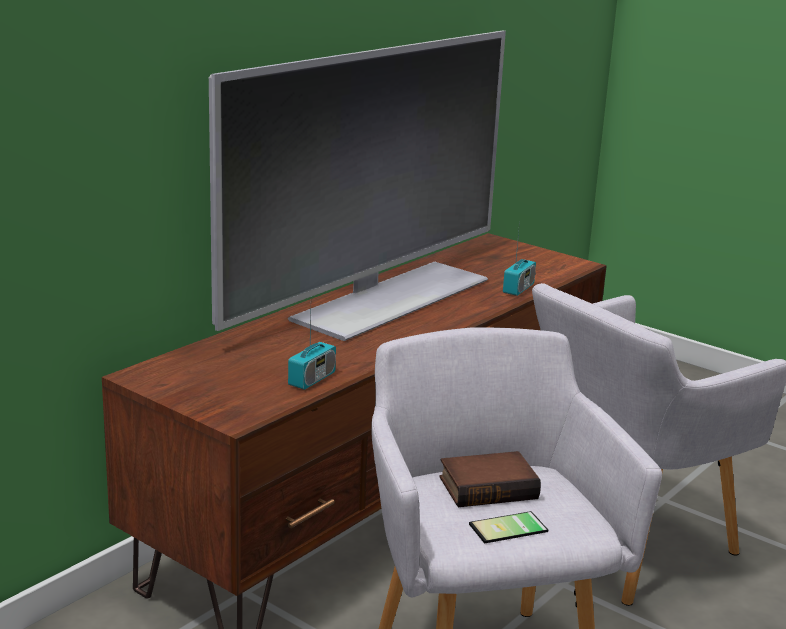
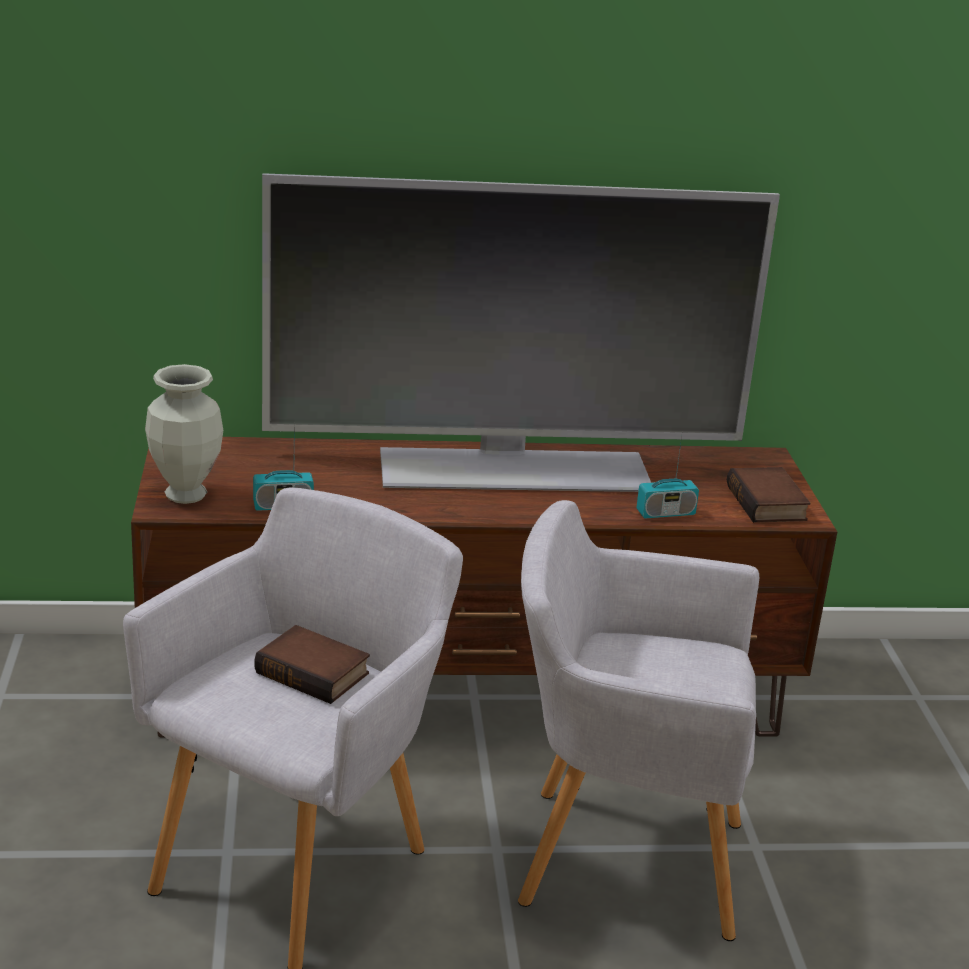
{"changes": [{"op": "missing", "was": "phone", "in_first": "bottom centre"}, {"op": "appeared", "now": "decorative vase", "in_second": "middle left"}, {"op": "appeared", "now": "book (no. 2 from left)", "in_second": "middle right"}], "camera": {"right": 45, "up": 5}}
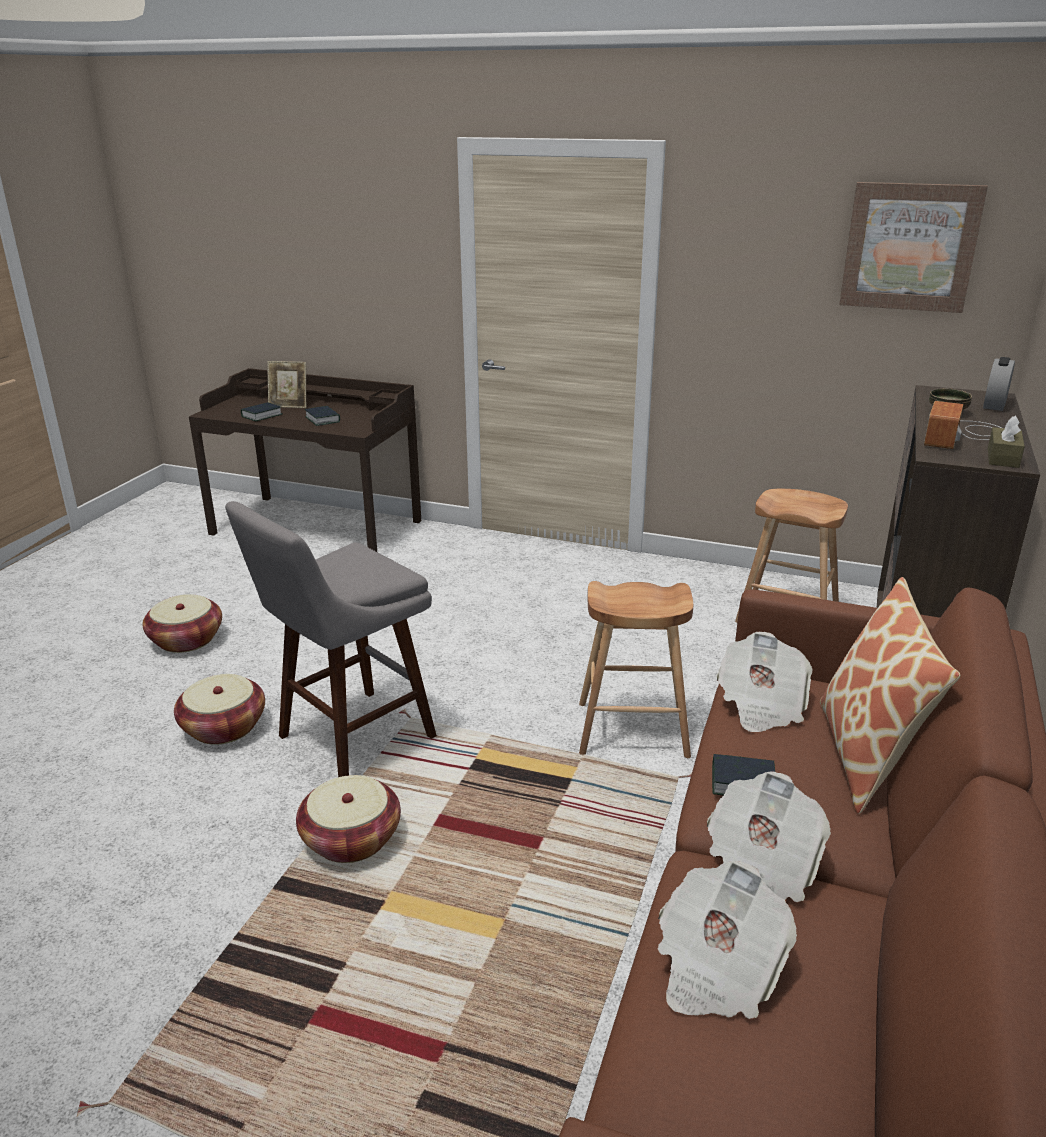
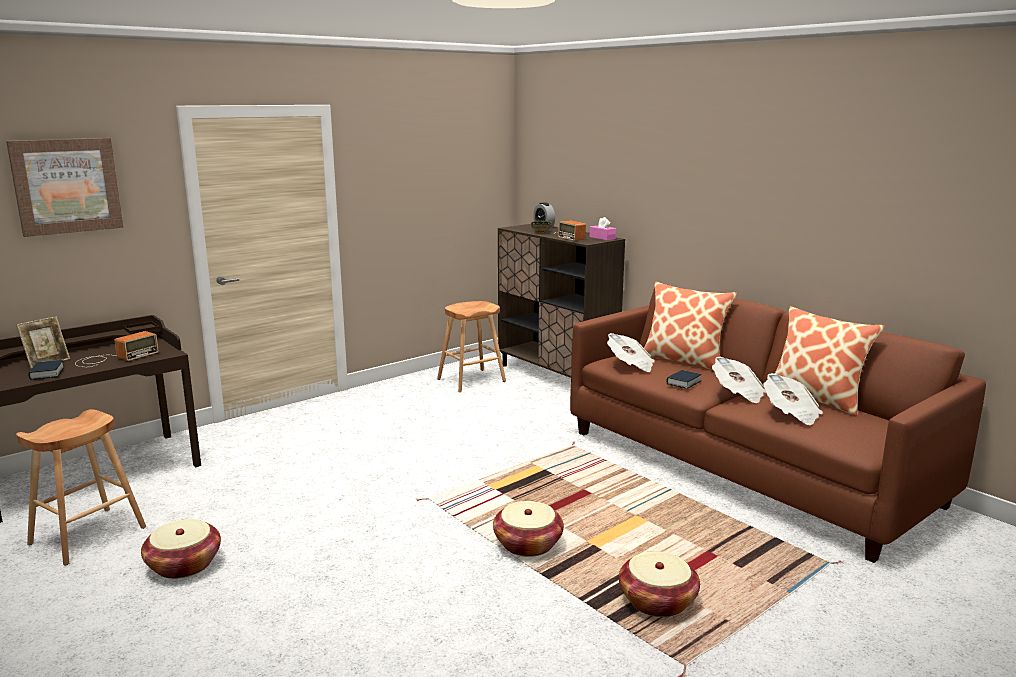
{"changes": [{"op": "missing", "was": "sitting stool (gray)", "in_first": "middle left"}, {"op": "appeared", "now": "cushion (no. 2 from left)", "in_second": "middle right"}, {"op": "relocated", "was": "storage basket (no. 2 from left in the first image)", "now": "storage basket (no. 3 from left)", "in_first": "middle left", "in_second": "bottom centre"}, {"op": "relocated", "was": "sitting stool (brown) (no. 1 from left)", "in_first": "centre", "in_second": "bottom left"}, {"op": "relocated", "was": "wall art", "in_first": "top right", "in_second": "top left"}, {"op": "exchanged", "was": "book (no. 2 from left)", "now": "radio set (no. 1 from left)", "in_first": "middle left", "in_second": "middle left"}, {"op": "colour", "was": "tissue holder (brown)", "now": "tissue holder (pink)", "in_first": "middle right", "in_second": "centre"}], "camera": {"right": -60, "up": -10}}
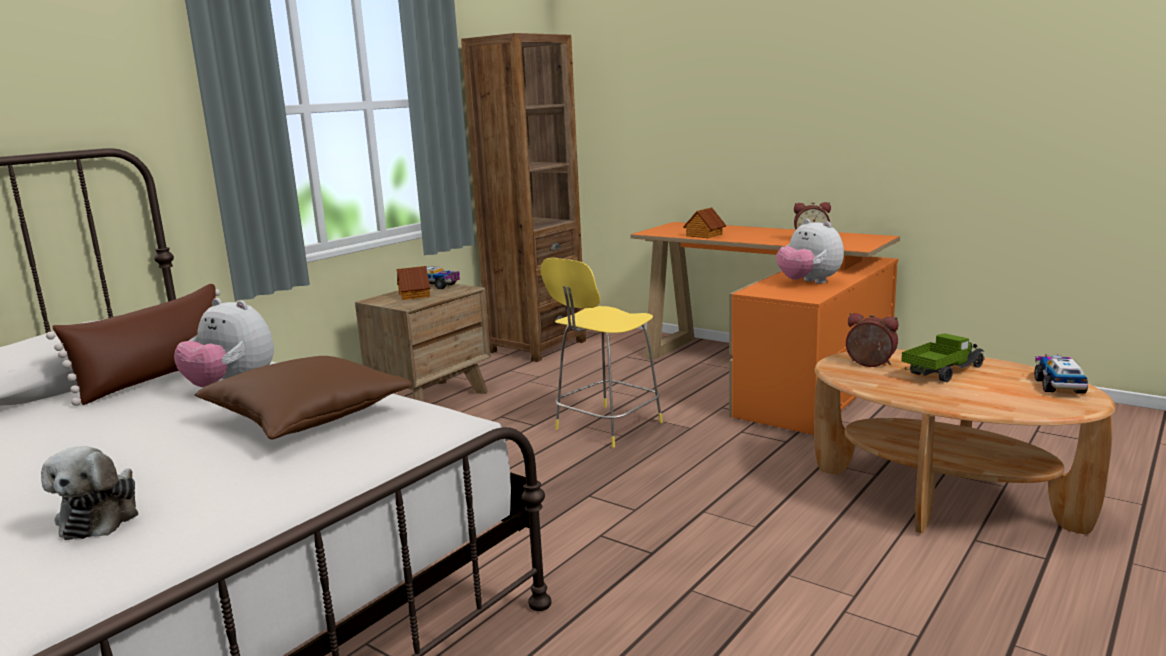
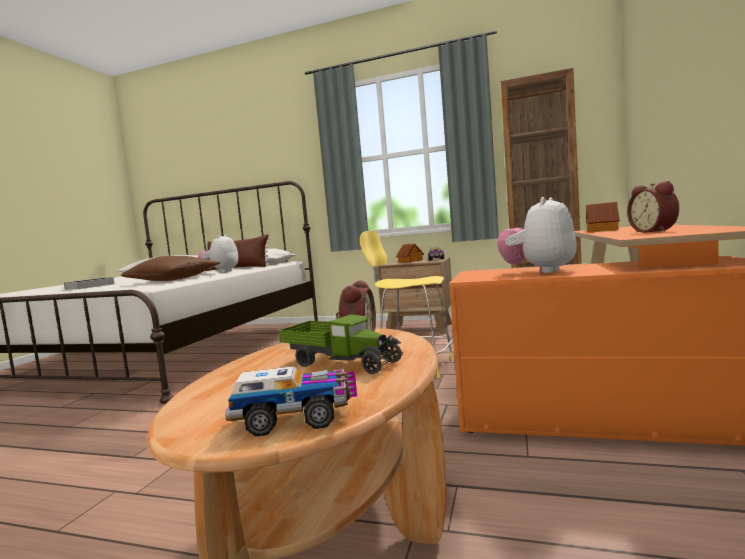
{"changes": [{"op": "exchanged", "was": "cuddly toy (no. 1 from left)", "now": "book", "in_first": "bottom left", "in_second": "middle left"}], "camera": {"right": 70, "up": -10}}
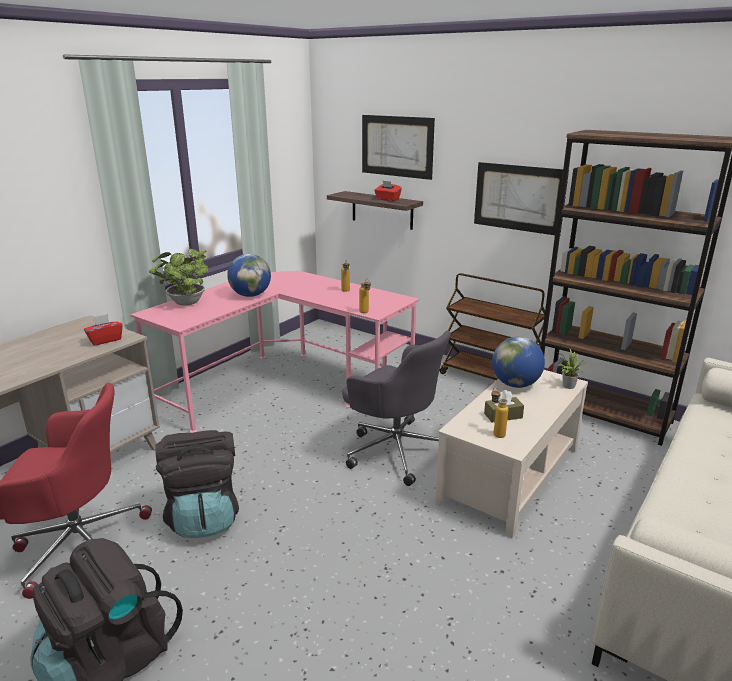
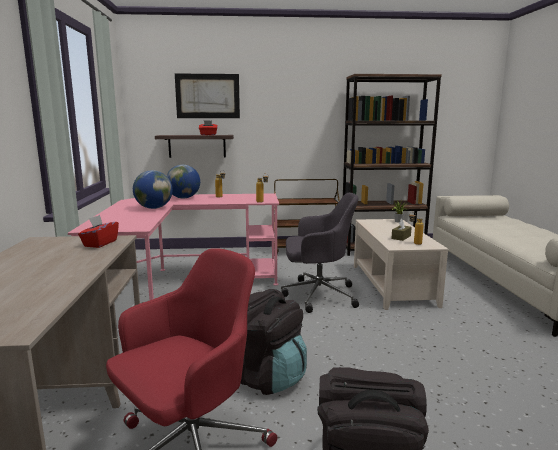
{"changes": [{"op": "missing", "was": "houseplant (no. 1 from left)", "in_first": "middle left"}, {"op": "missing", "was": "wall art (no. 2 from left)", "in_first": "top right"}, {"op": "relocated", "was": "globe (no. 2 from left)", "in_first": "middle right", "in_second": "middle left"}], "camera": {"right": -40, "up": -10}}
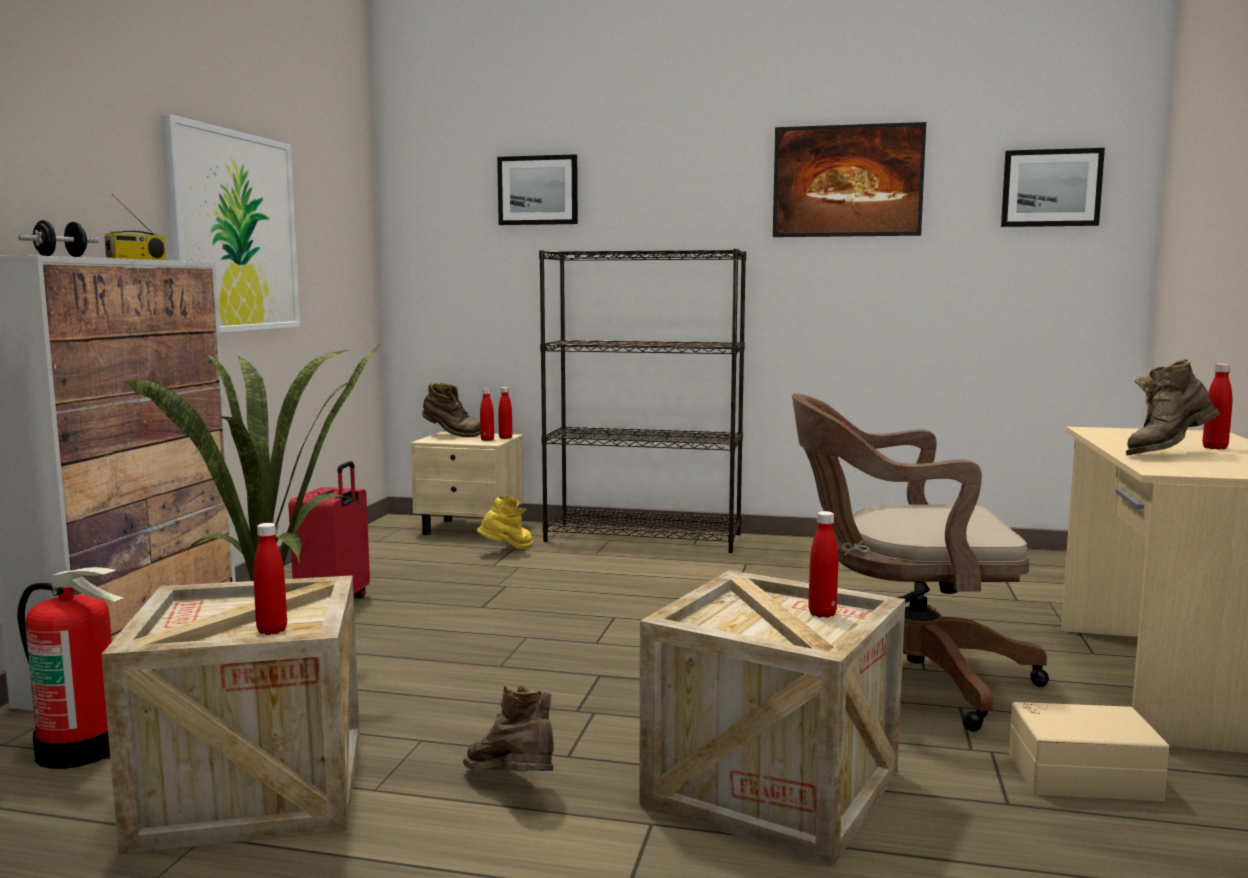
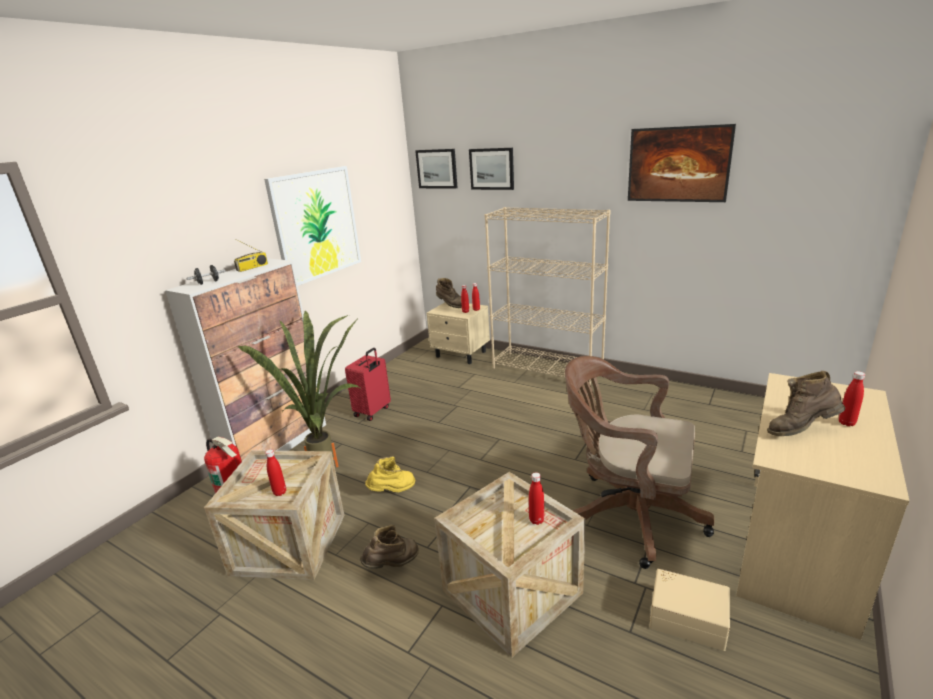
{"changes": [{"op": "relocated", "was": "high-top boot (yellow-coloured)", "in_first": "centre", "in_second": "bottom centre"}, {"op": "relocated", "was": "wall art (no. 4 from left in the first image)", "now": "wall art (no. 2 from left)", "in_first": "top right", "in_second": "top centre"}, {"op": "colour", "was": "bookcase (black-coloured)", "now": "bookcase (beige)", "in_first": "centre", "in_second": "centre"}, {"op": "spun", "was": "high-top boot (brown) (no. 2 from left in the first image)", "in_first": "bottom centre", "in_second": "bottom centre", "clockwise": 75}], "camera": {"right": 20, "up": 15}}
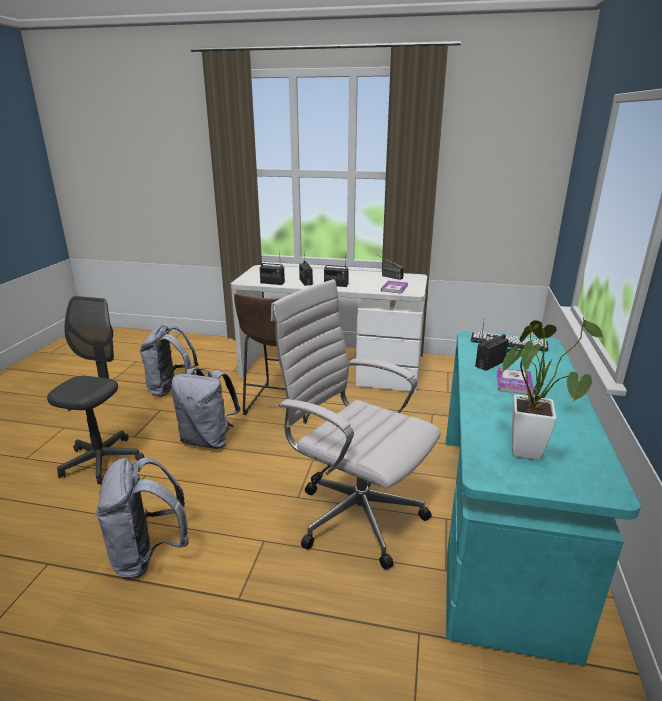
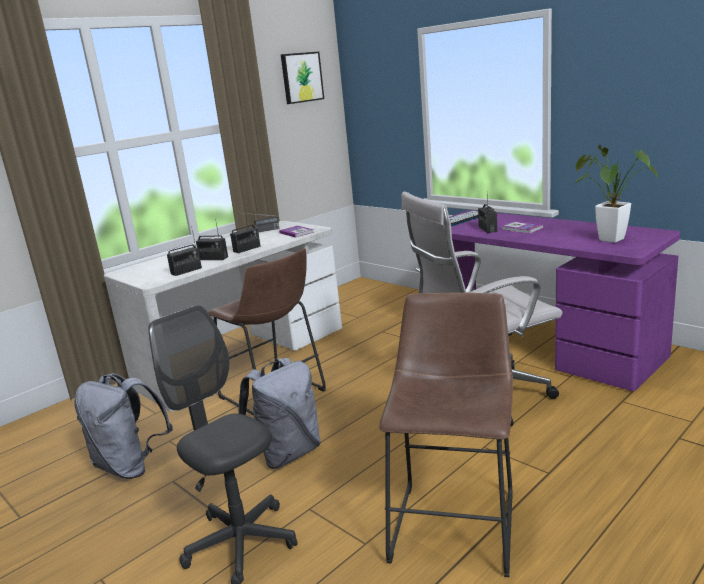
{"changes": [{"op": "appeared", "now": "wall art", "in_second": "top centre"}, {"op": "exchanged", "was": "rucksack (gray) (no. 1 from left)", "now": "sitting stool (brown) (no. 2 from left)", "in_first": "bottom left", "in_second": "bottom centre"}, {"op": "colour", "was": "desk table (turquoise-coloured)", "now": "desk table (purplish)", "in_first": "bottom right", "in_second": "middle right"}], "camera": {"right": -55, "up": -5}}
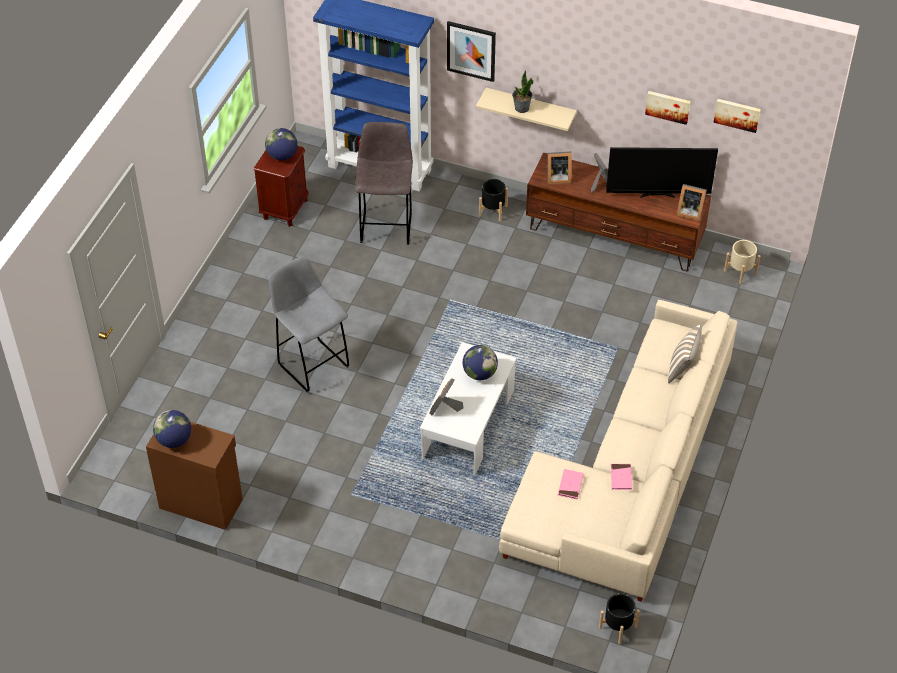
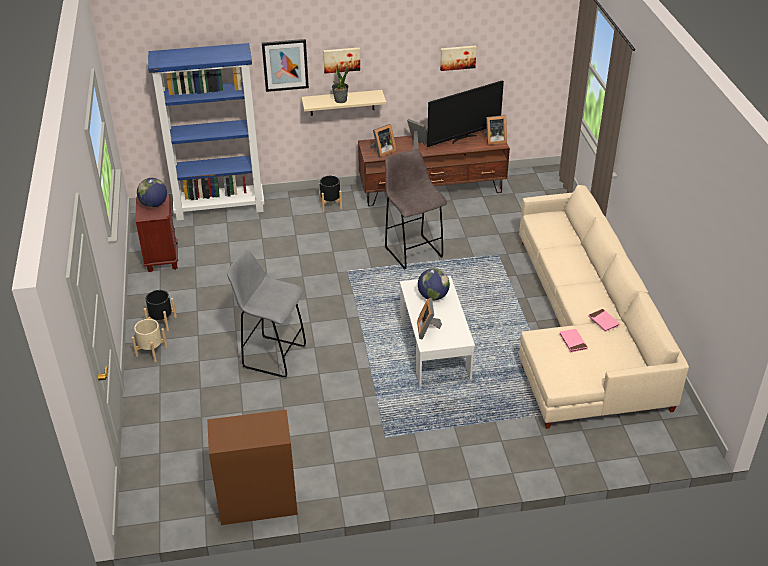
{"changes": [{"op": "missing", "was": "globe (no. 1 from left)", "in_first": "middle left"}, {"op": "missing", "was": "cushion", "in_first": "middle right"}, {"op": "relocated", "was": "sitting stool (gray) (no. 2 from left)", "in_first": "top centre", "in_second": "centre"}, {"op": "relocated", "was": "flower pot (black-coloured) (no. 2 from left in the first image)", "now": "flower pot (black-coloured) (no. 1 from left)", "in_first": "bottom right", "in_second": "middle left"}, {"op": "relocated", "was": "wall art (no. 3 from left in the first image)", "now": "wall art (no. 2 from left)", "in_first": "top right", "in_second": "top centre"}, {"op": "relocated", "was": "flower pot (beige)", "in_first": "middle right", "in_second": "middle left"}], "camera": {"right": -30, "up": -10}}
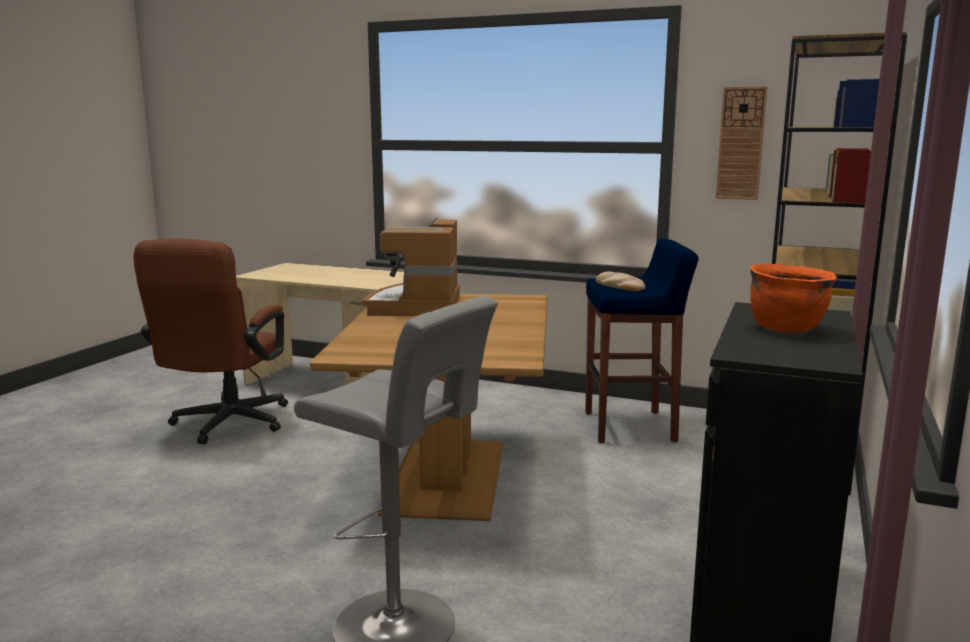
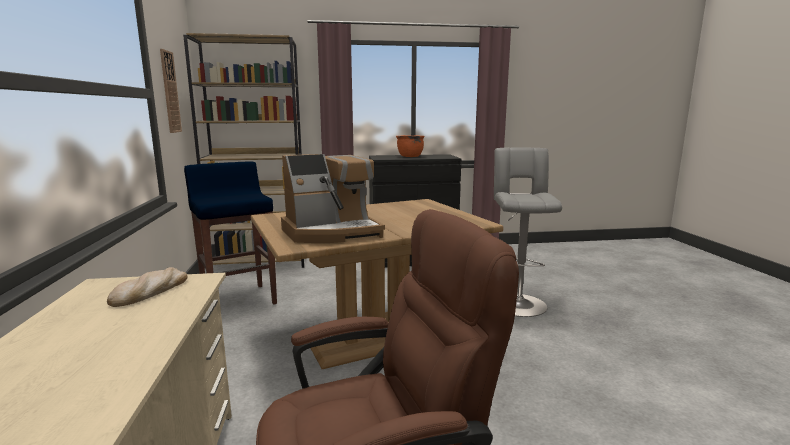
{"changes": [{"op": "relocated", "was": "baked bread", "in_first": "centre", "in_second": "middle left"}], "camera": {"right": -120, "up": 0}}
